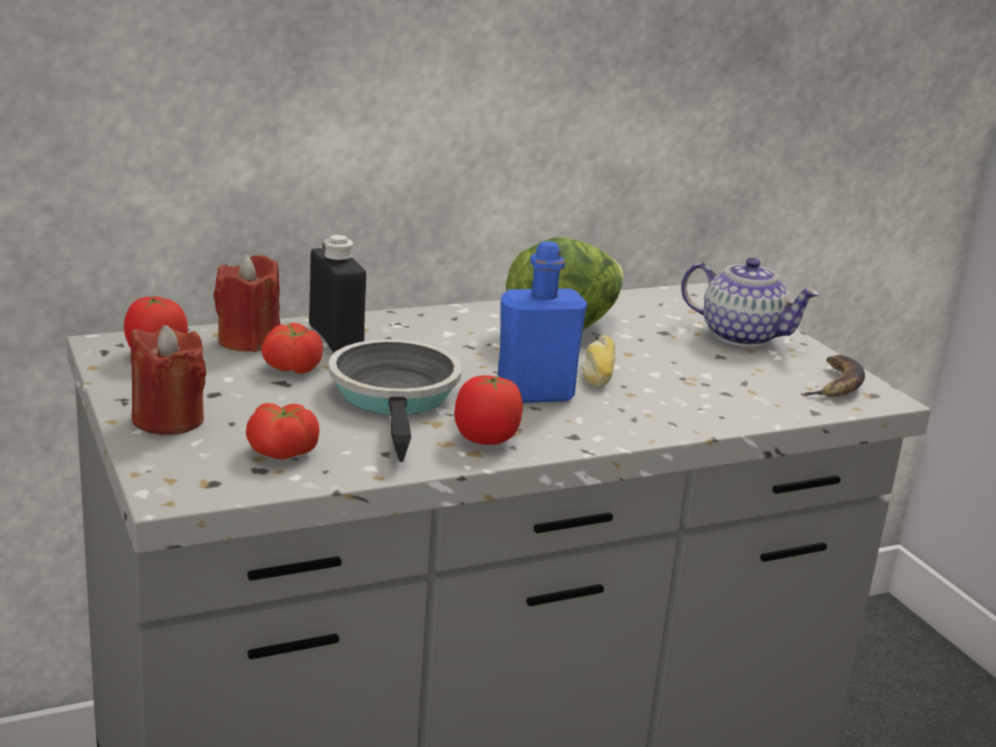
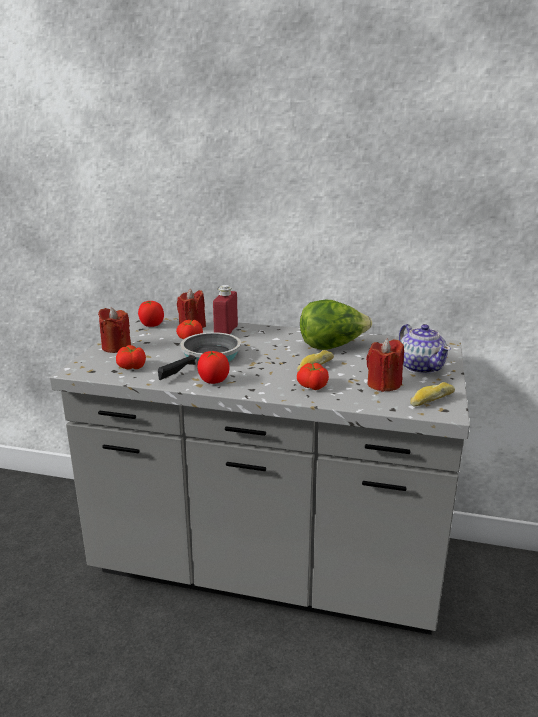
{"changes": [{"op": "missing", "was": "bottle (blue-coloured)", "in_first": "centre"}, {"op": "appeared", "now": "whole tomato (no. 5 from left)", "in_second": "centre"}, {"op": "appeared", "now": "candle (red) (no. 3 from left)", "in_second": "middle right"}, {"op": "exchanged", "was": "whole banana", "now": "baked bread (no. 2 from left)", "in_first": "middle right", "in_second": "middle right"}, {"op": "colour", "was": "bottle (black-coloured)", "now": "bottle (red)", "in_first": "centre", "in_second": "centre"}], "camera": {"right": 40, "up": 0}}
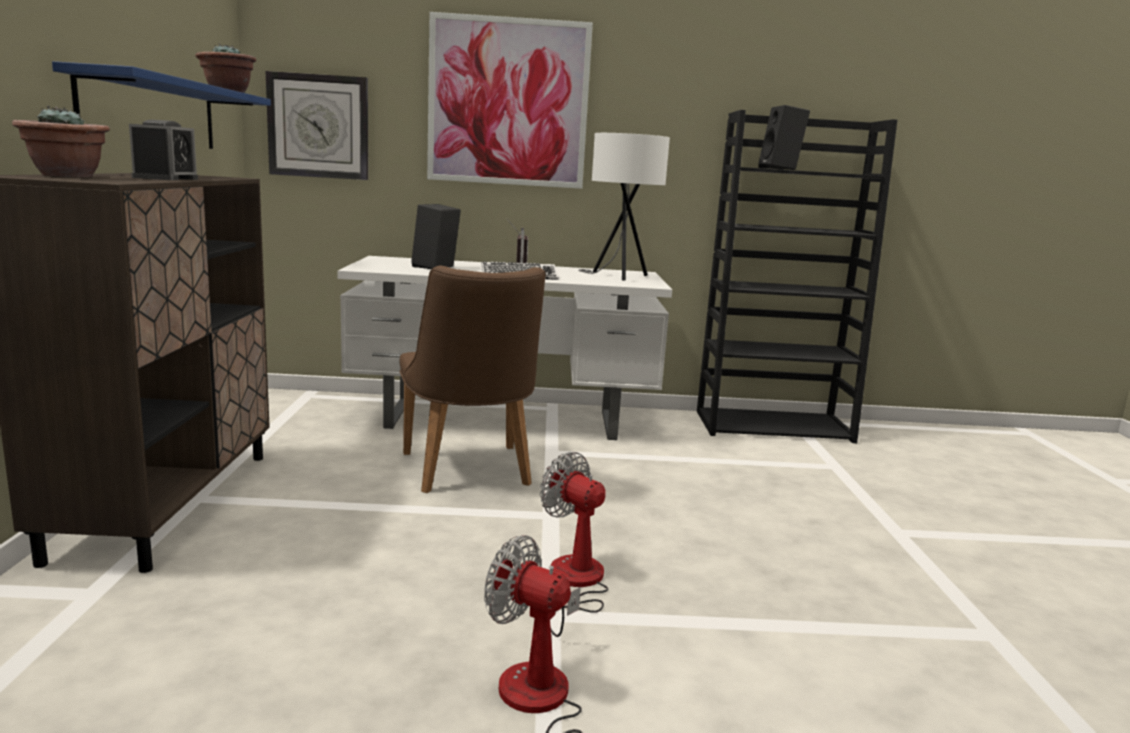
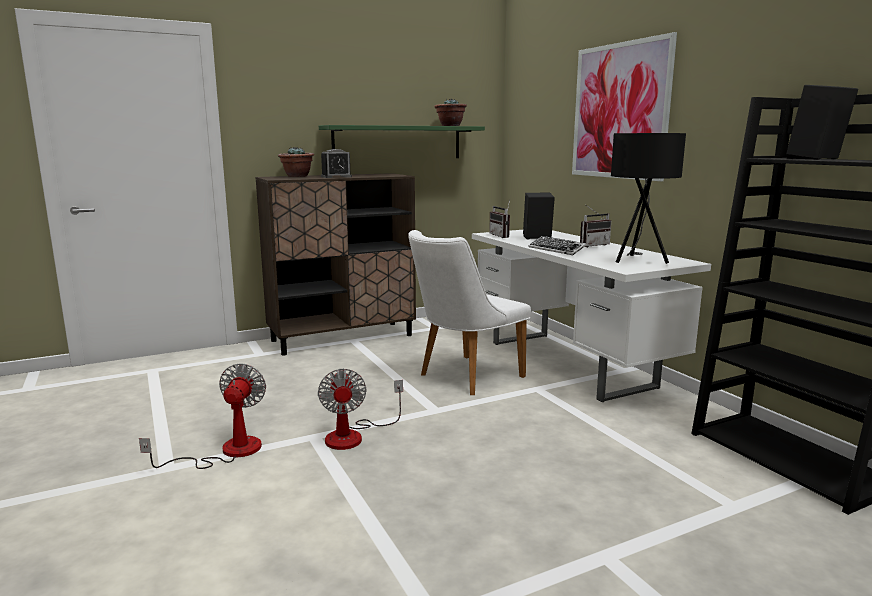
{"changes": [{"op": "missing", "was": "wall clock", "in_first": "top left"}, {"op": "appeared", "now": "radio set (no. 1 from left)", "in_second": "centre"}, {"op": "colour", "was": "wall shelf (blue-coloured)", "now": "wall shelf (green)", "in_first": "top left", "in_second": "top centre"}, {"op": "colour", "was": "chair (brown)", "now": "chair (whitish)", "in_first": "centre", "in_second": "centre"}, {"op": "colour", "was": "tabletop lamp (whitish)", "now": "tabletop lamp (black-coloured)", "in_first": "top centre", "in_second": "top right"}, {"op": "spun", "was": "electric fan (no. 2 from left)", "in_first": "bottom centre", "in_second": "bottom centre", "clockwise": 150}], "camera": {"right": 65, "up": 0}}
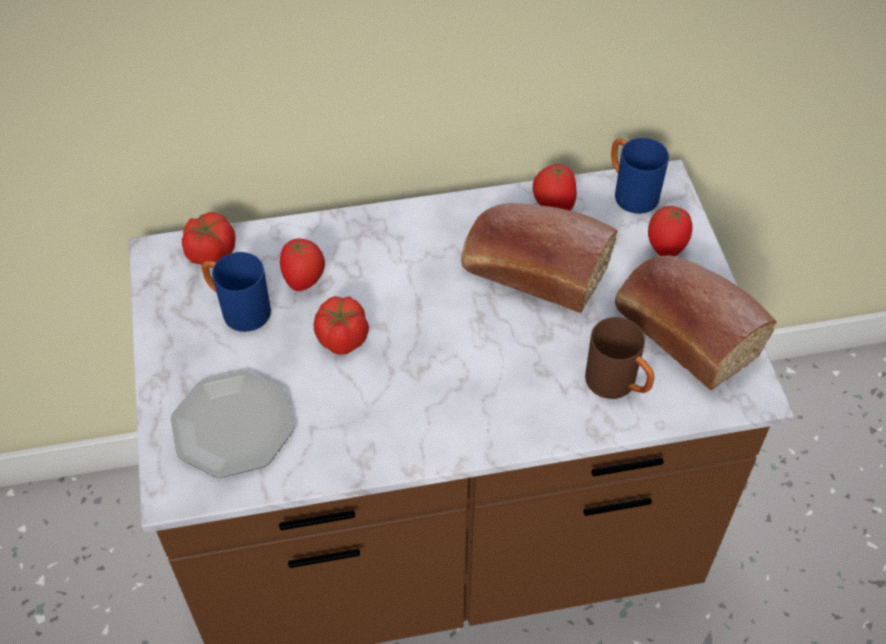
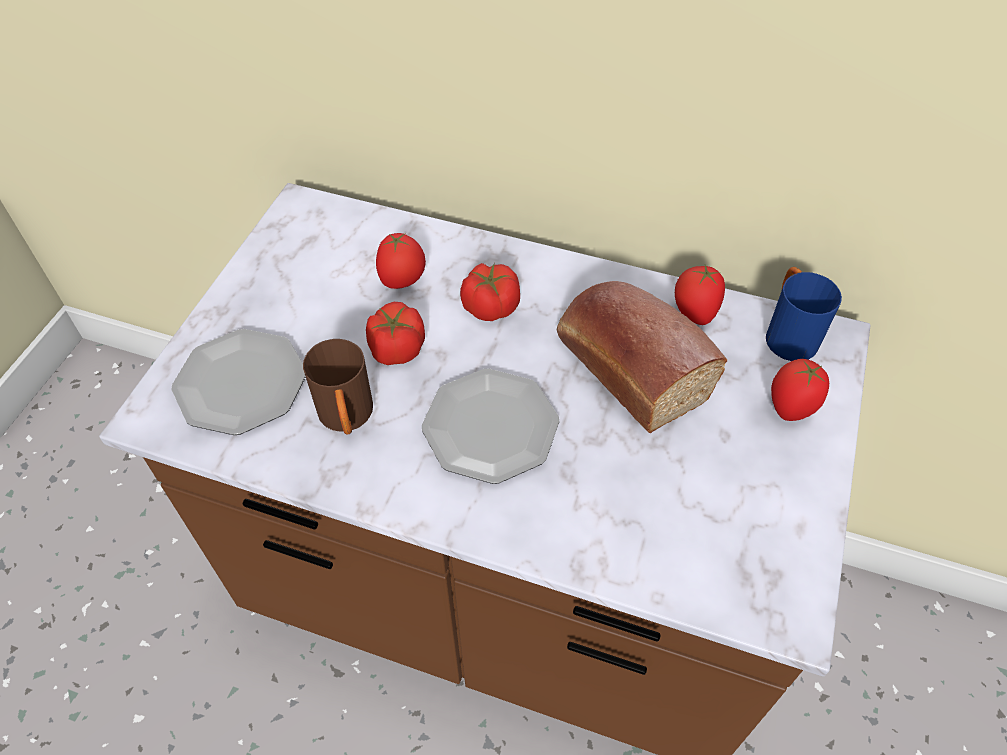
{"changes": [{"op": "missing", "was": "mug (blue-coloured) (no. 1 from left)", "in_first": "middle left"}, {"op": "missing", "was": "baked bread (no. 2 from left)", "in_first": "middle right"}, {"op": "appeared", "now": "plate (no. 2 from left)", "in_second": "centre"}, {"op": "relocated", "was": "whole tomato (no. 1 from left in the first image)", "now": "whole tomato (no. 3 from left)", "in_first": "middle left", "in_second": "centre"}, {"op": "relocated", "was": "mug (brown)", "in_first": "middle right", "in_second": "centre"}], "camera": {"right": 30, "up": 0}}
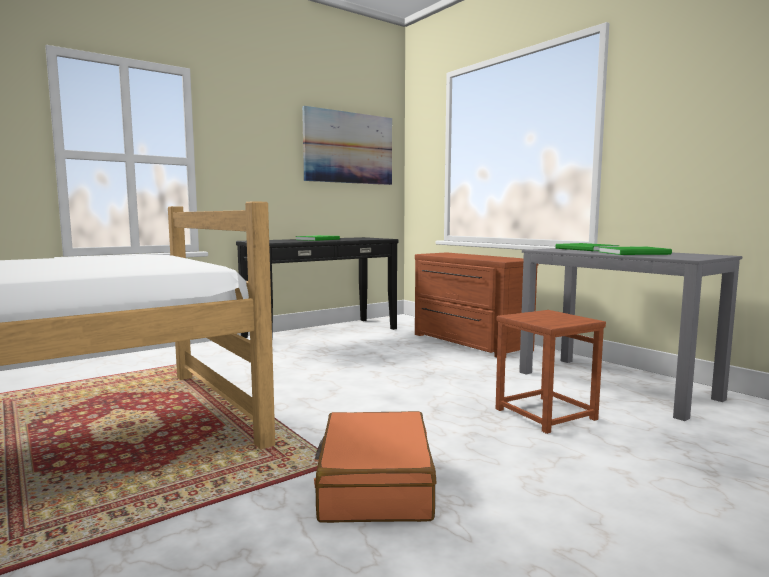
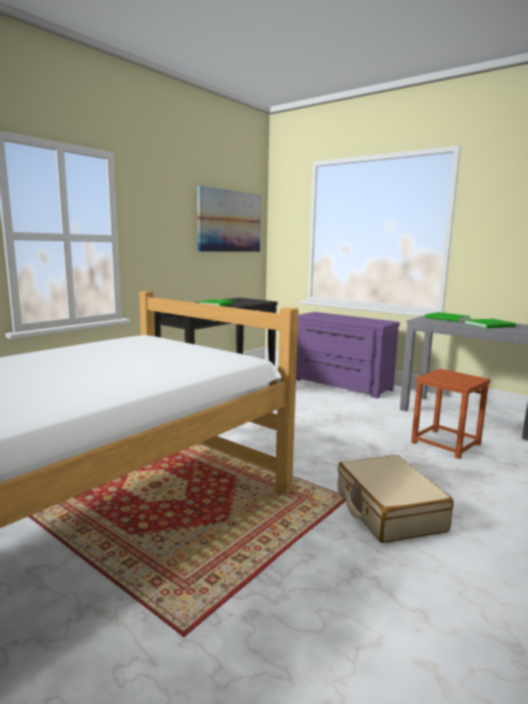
{"changes": [{"op": "colour", "was": "piece of luggage (orangey)", "now": "piece of luggage (beige)", "in_first": "bottom centre", "in_second": "bottom right"}, {"op": "colour", "was": "dresser (brown)", "now": "dresser (purplish)", "in_first": "centre", "in_second": "centre"}], "camera": {"right": -15, "up": 5}}
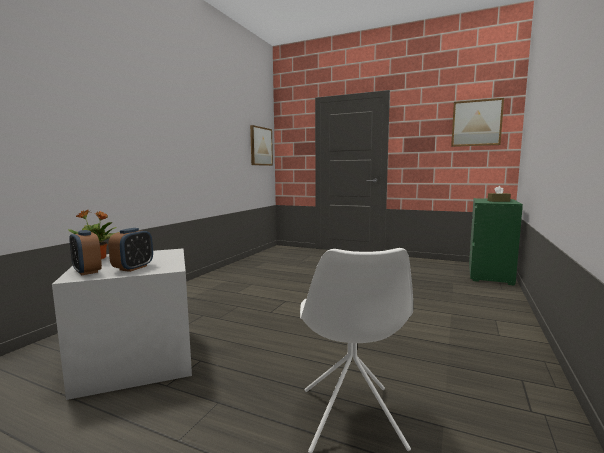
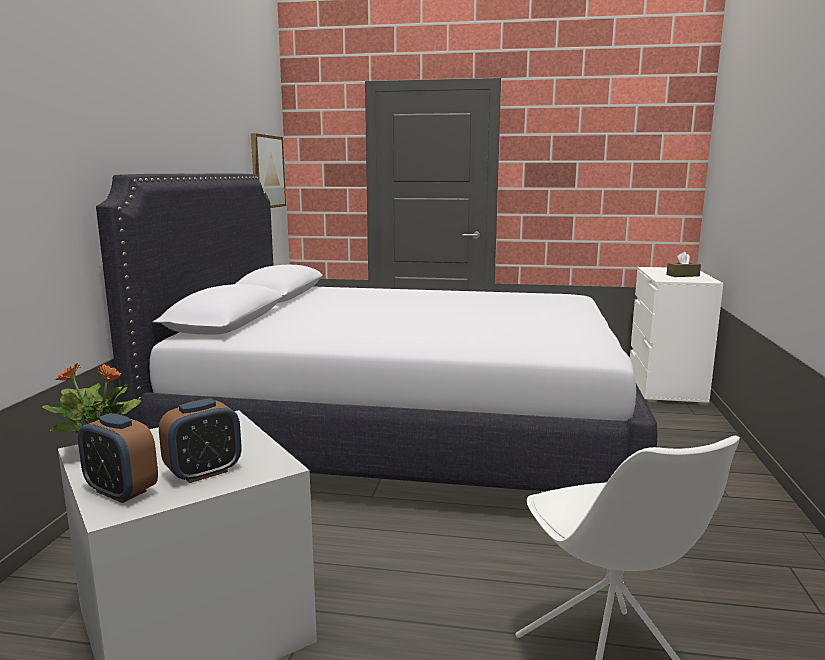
{"changes": [{"op": "missing", "was": "wall art (no. 2 from left)", "in_first": "top right"}, {"op": "appeared", "now": "sleeping bed (whitish)", "in_second": "centre"}, {"op": "colour", "was": "dresser (green)", "now": "dresser (whitish)", "in_first": "middle right", "in_second": "middle right"}, {"op": "spun", "was": "alarm clock (no. 2 from left)", "in_first": "middle left", "in_second": "bottom left", "clockwise": 45}], "camera": {"right": -15, "up": 5}}
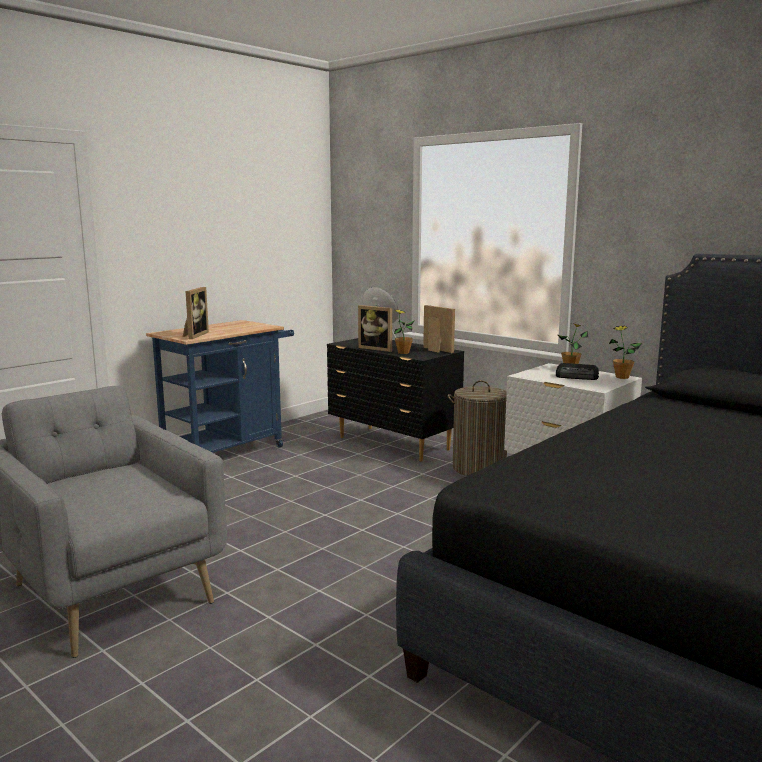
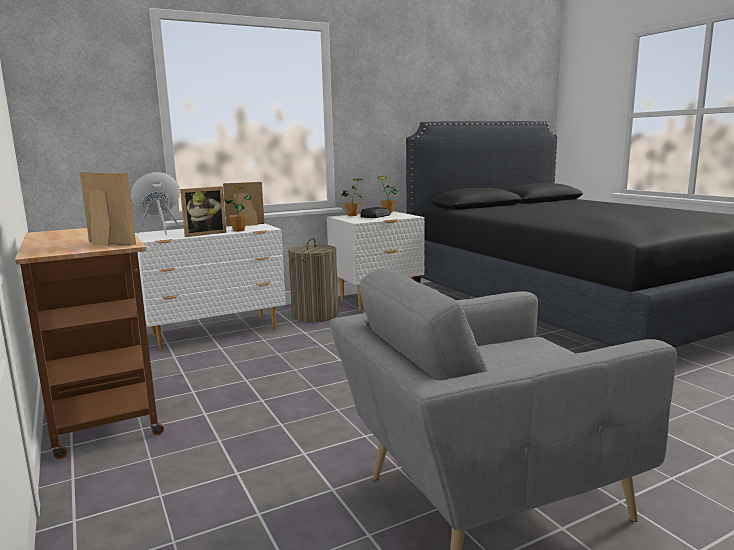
{"changes": [{"op": "colour", "was": "trolley (blue-coloured)", "now": "trolley (brown)", "in_first": "middle left", "in_second": "middle left"}, {"op": "colour", "was": "dresser (black-coloured)", "now": "dresser (whitish)", "in_first": "centre", "in_second": "middle left"}], "camera": {"right": -70, "up": 0}}
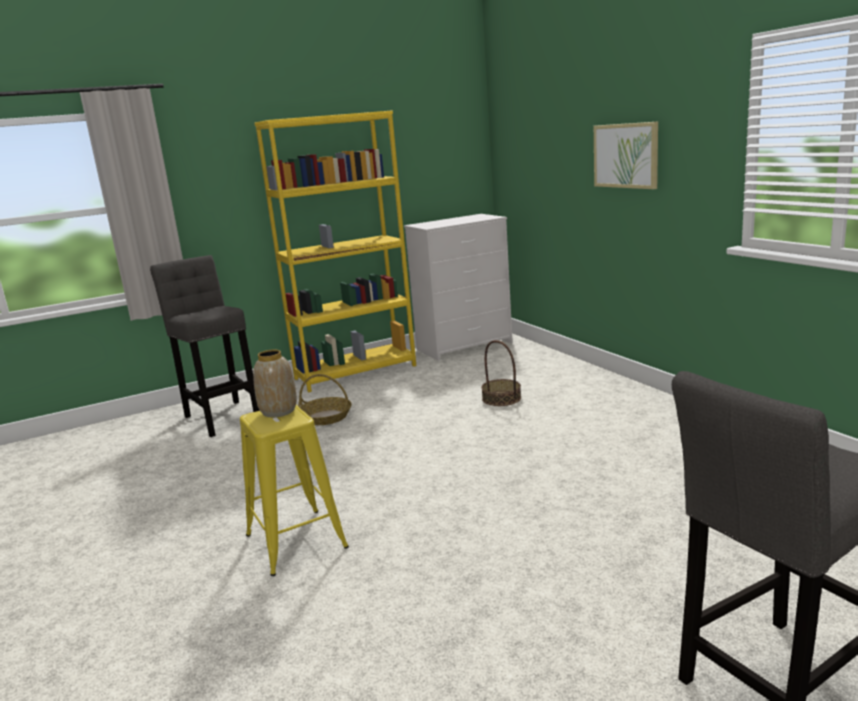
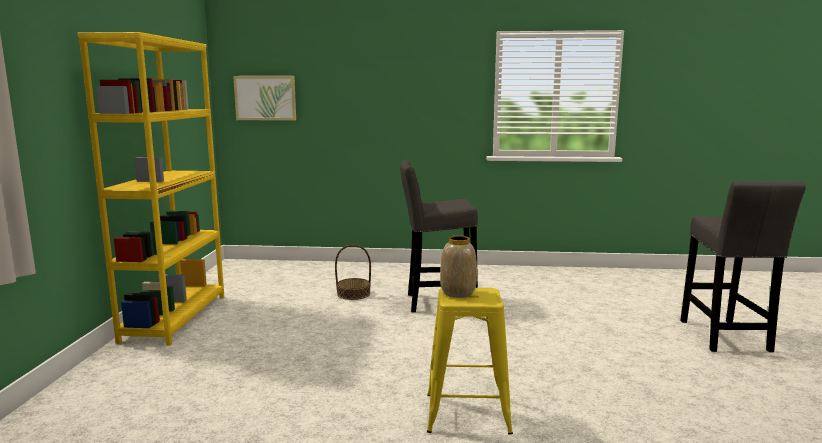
{"changes": [{"op": "missing", "was": "storage basket (no. 1 from left)", "in_first": "centre"}, {"op": "missing", "was": "dresser (whitish)", "in_first": "centre"}, {"op": "relocated", "was": "sitting stool (gray) (no. 1 from left)", "in_first": "middle left", "in_second": "centre"}, {"op": "relocated", "was": "wall art", "in_first": "top right", "in_second": "top left"}], "camera": {"right": -60, "up": -5}}
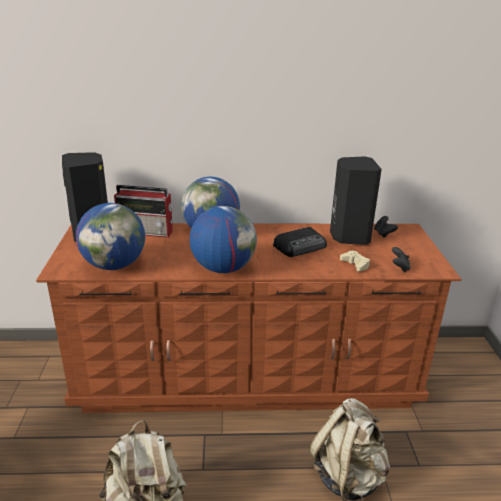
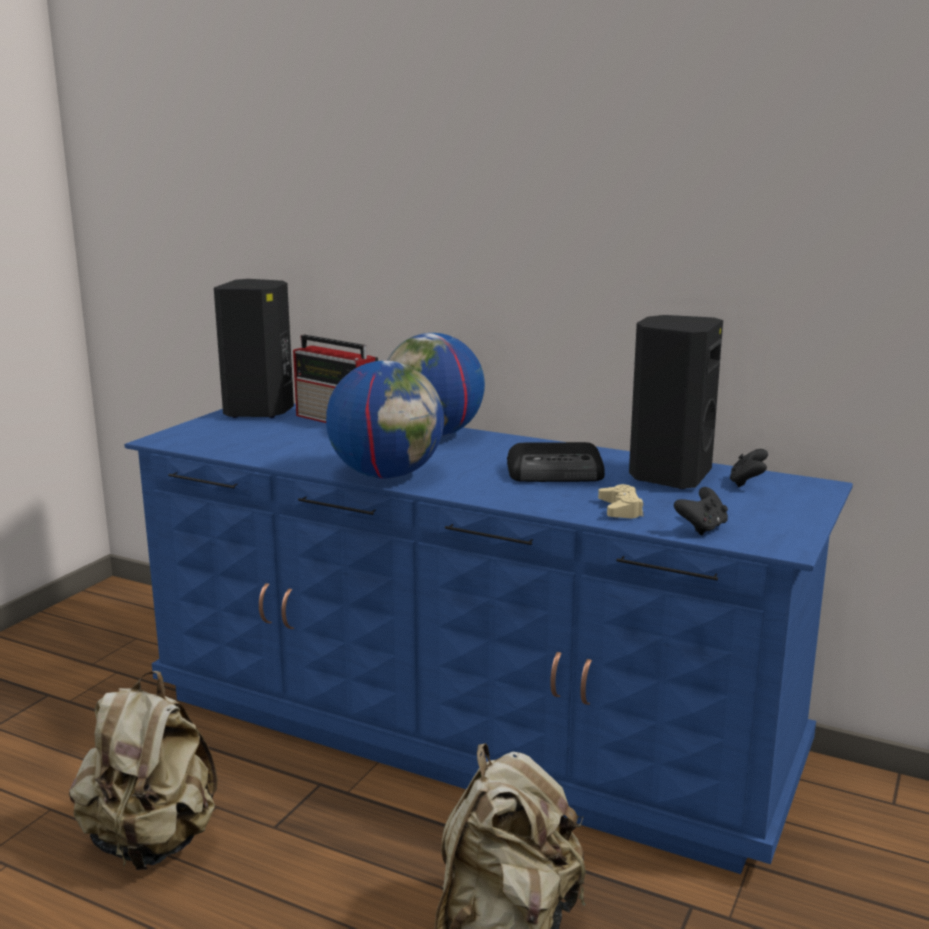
{"changes": [{"op": "missing", "was": "globe (no. 1 from left)", "in_first": "middle left"}, {"op": "colour", "was": "dresser (brown)", "now": "dresser (blue-coloured)", "in_first": "centre", "in_second": "bottom centre"}], "camera": {"right": 30, "up": -10}}
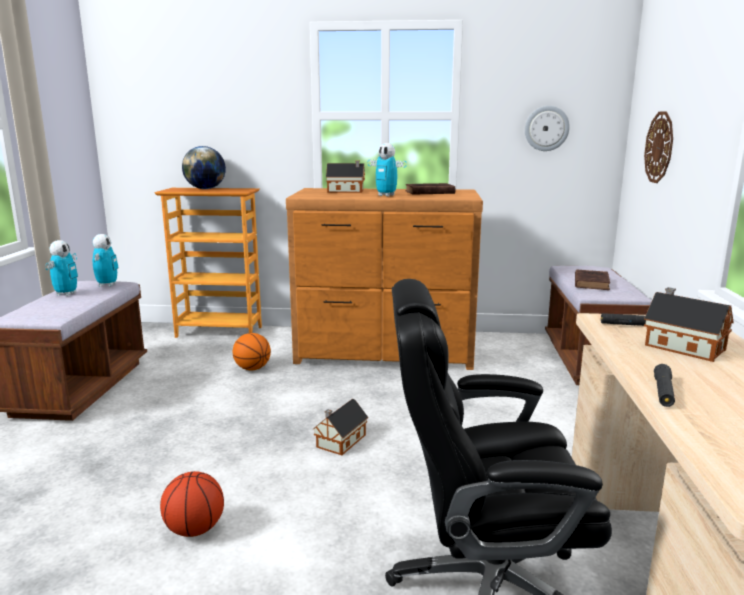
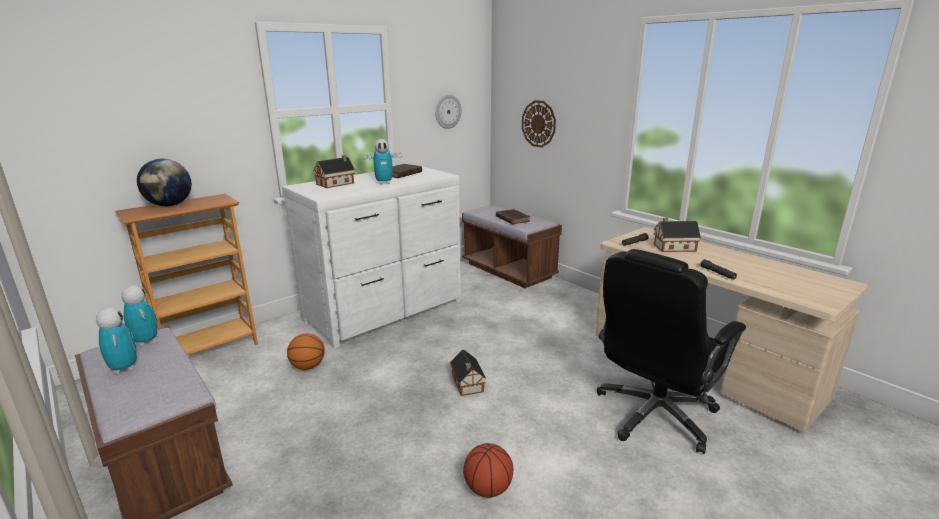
{"changes": [{"op": "colour", "was": "dresser (brown)", "now": "dresser (whitish)", "in_first": "centre", "in_second": "centre"}], "camera": {"right": -45, "up": 5}}
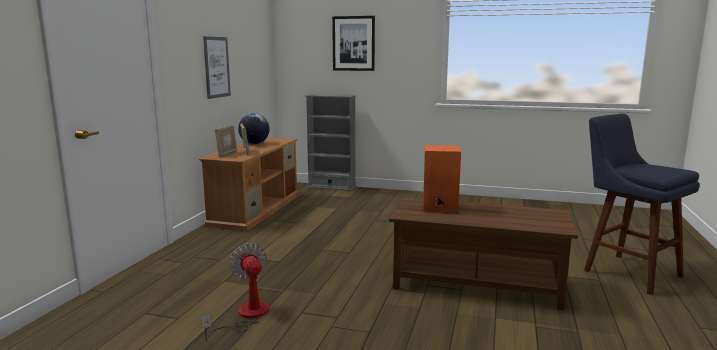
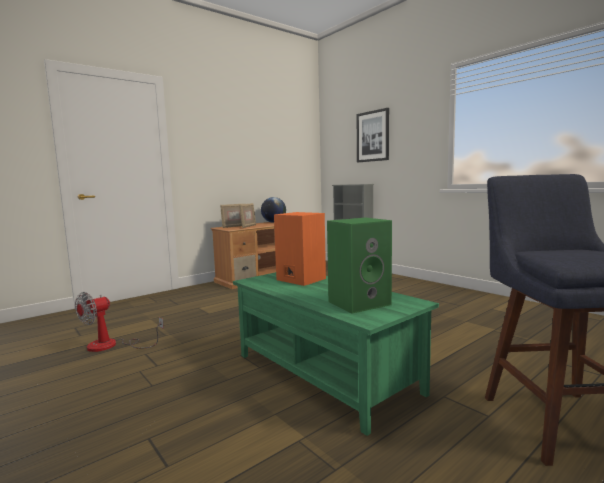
{"changes": [{"op": "missing", "was": "wall art (no. 1 from left)", "in_first": "top left"}, {"op": "appeared", "now": "speaker (green)", "in_second": "centre"}, {"op": "colour", "was": "coffee table (brown)", "now": "coffee table (green)", "in_first": "bottom right", "in_second": "bottom centre"}, {"op": "spun", "was": "electric fan", "in_first": "bottom left", "in_second": "bottom left", "clockwise": -150}], "camera": {"right": 35, "up": -5}}
